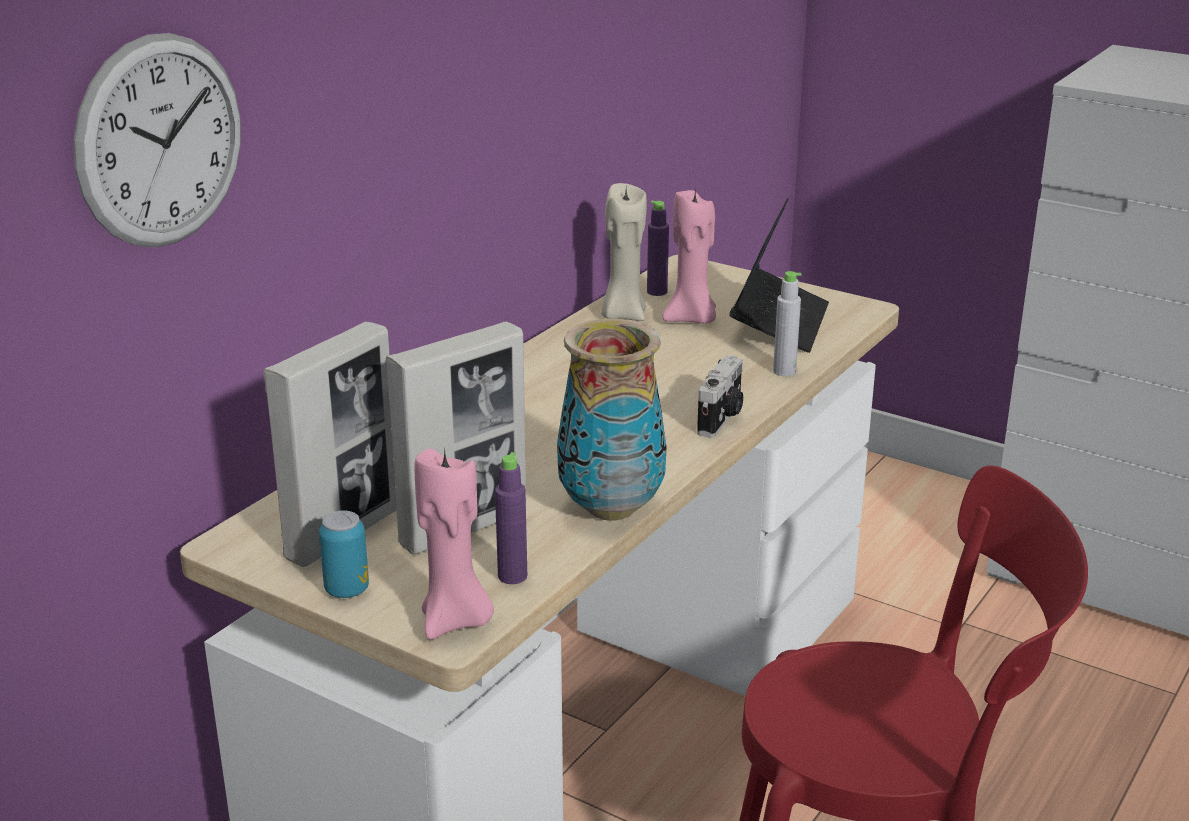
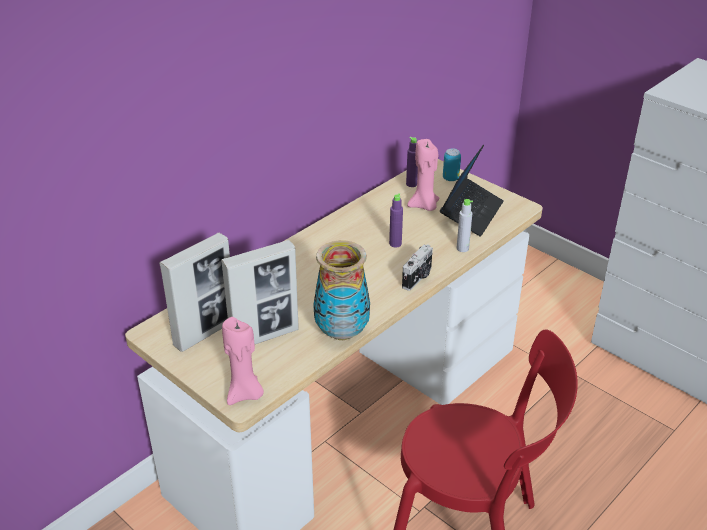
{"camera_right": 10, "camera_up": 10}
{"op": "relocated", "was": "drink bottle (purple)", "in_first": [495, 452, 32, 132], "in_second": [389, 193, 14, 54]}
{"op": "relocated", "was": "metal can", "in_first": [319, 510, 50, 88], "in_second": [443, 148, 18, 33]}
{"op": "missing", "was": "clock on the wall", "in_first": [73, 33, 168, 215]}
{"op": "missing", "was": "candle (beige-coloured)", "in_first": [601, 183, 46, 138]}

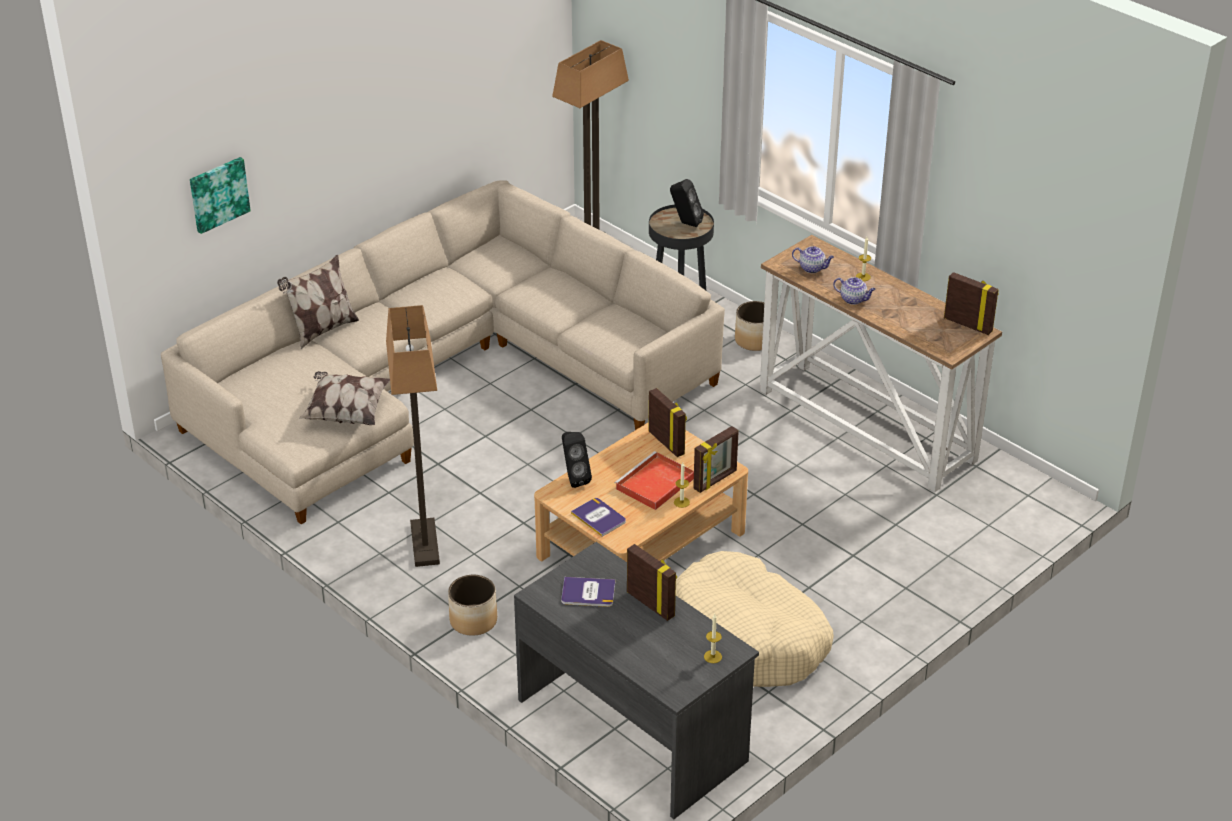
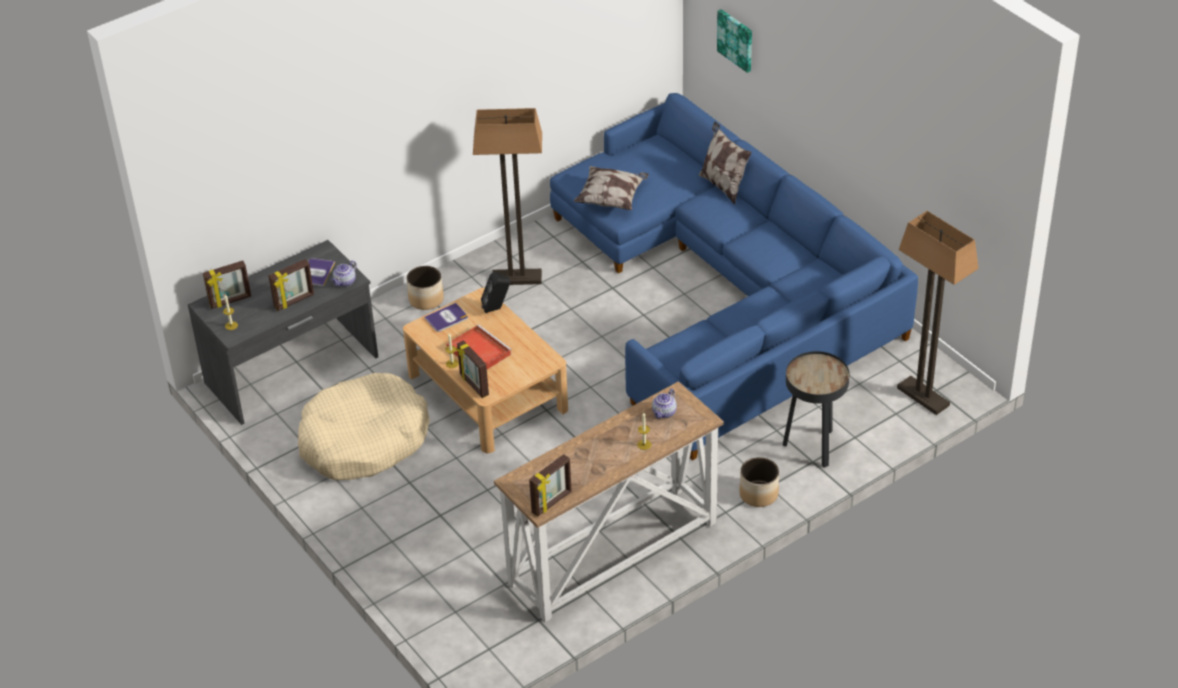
{"camera_right": 100, "camera_up": 5}
{"op": "relocated", "was": "photo frame", "in_first": [648, 388, 39, 69], "in_second": [203, 261, 48, 48]}
{"op": "relocated", "was": "pot for tea", "in_first": [833, 277, 43, 28], "in_second": [331, 260, 26, 27]}
{"op": "colour", "was": "settee (beige-coloured)", "now": "settee (blue-coloured)", "in_first": [161, 180, 564, 344], "in_second": [550, 93, 368, 367]}
{"op": "missing", "was": "speaker (blackish)", "in_first": [670, 179, 34, 48]}

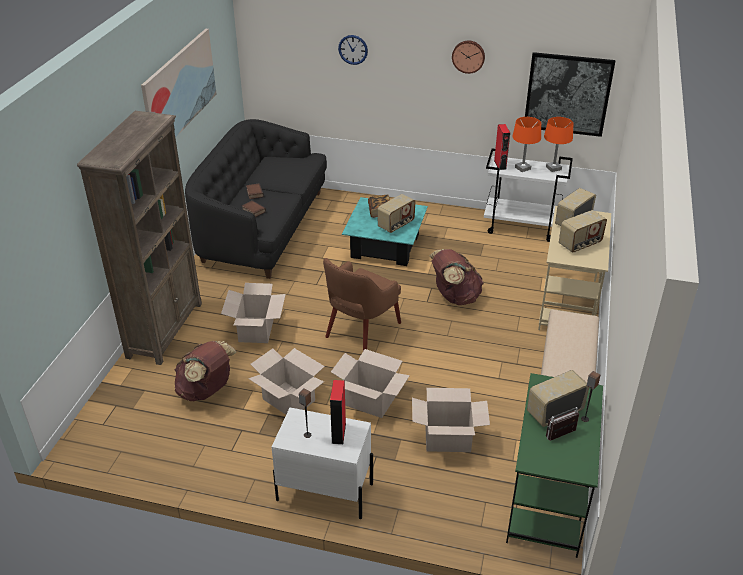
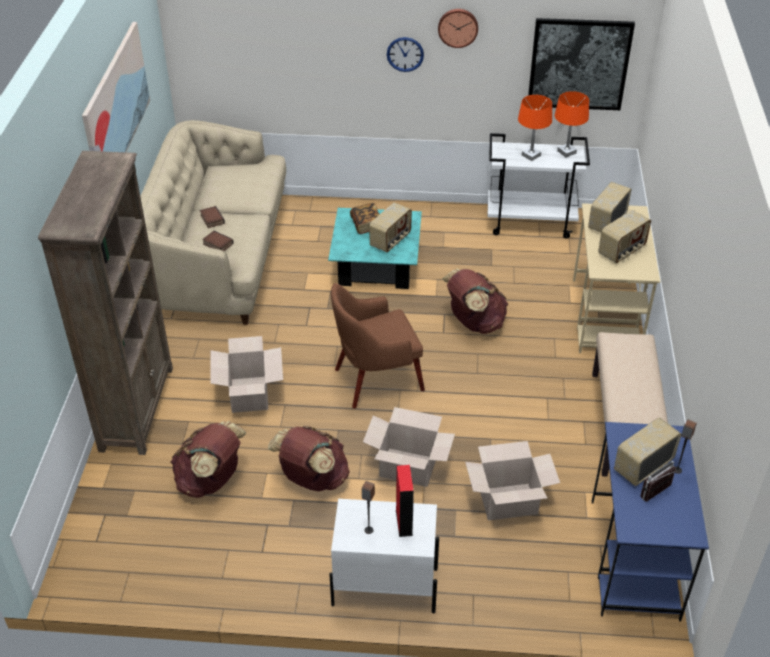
{"camera_right": -10, "camera_up": 5}
{"op": "colour", "was": "settee (blackish)", "now": "settee (beige-coloured)", "in_first": [185, 119, 142, 160], "in_second": [140, 120, 146, 205]}
{"op": "exchanged", "was": "packing box", "now": "backpack (brown-coloured)", "in_first": [248, 348, 77, 66], "in_second": [268, 426, 82, 65]}
{"op": "spun", "was": "lounge chair (brown-coloured)", "in_first": [323, 258, 78, 93], "in_second": [331, 283, 94, 125], "clockwise": 45}
{"op": "relocated", "was": "clock on the wall", "in_first": [338, 35, 30, 30], "in_second": [387, 37, 37, 35]}
{"op": "colour", "was": "desk table (green-coloured)", "now": "desk table (blue-coloured)", "in_first": [506, 373, 97, 185], "in_second": [592, 422, 117, 200]}
{"op": "missing", "was": "speaker (reddish)", "in_first": [494, 124, 16, 46]}

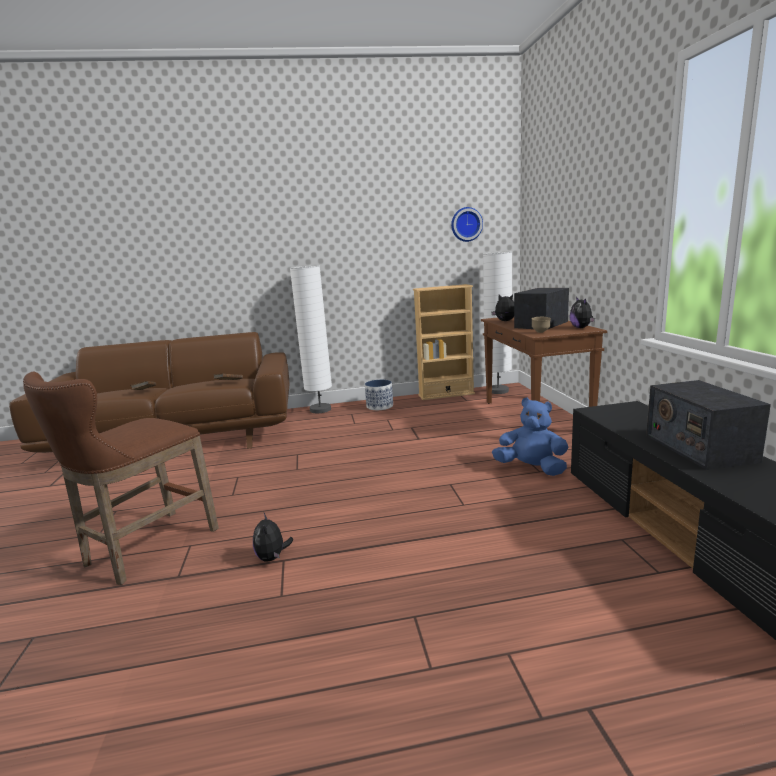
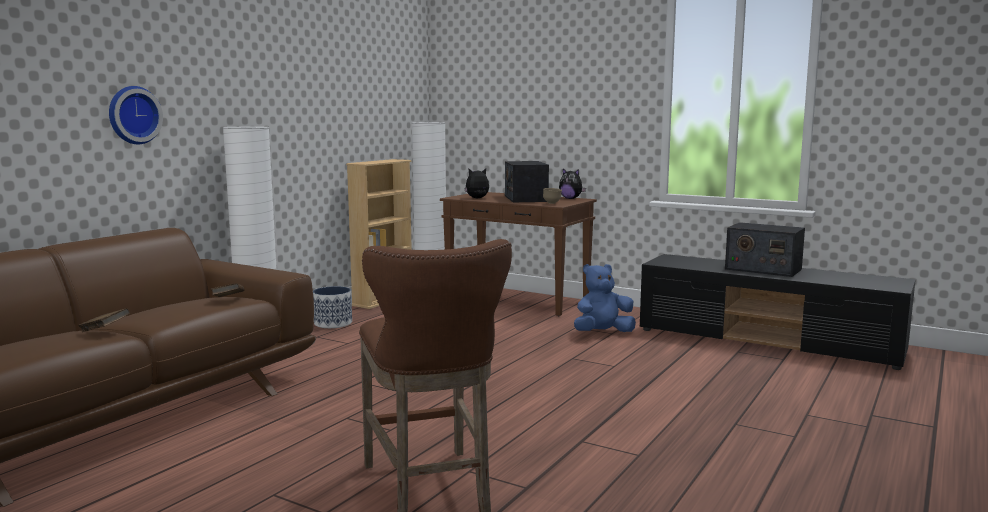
{"camera_right": -50, "camera_up": -5}
{"op": "relocated", "was": "clock on the wall", "in_first": [451, 207, 32, 35], "in_second": [109, 86, 54, 58]}
{"op": "missing", "was": "soft toy", "in_first": [253, 513, 40, 48]}

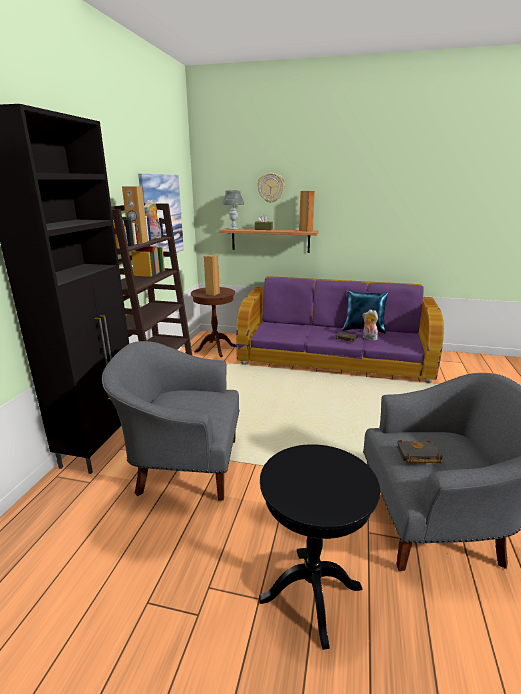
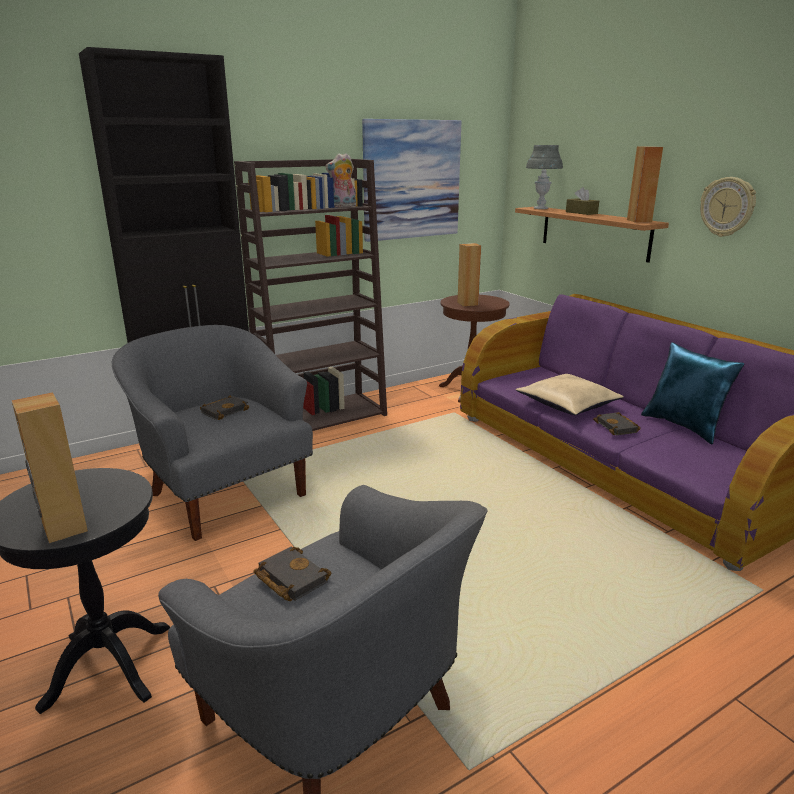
{"camera_right": 45, "camera_up": 0}
{"op": "relocated", "was": "speaker (brown-coloured)", "in_first": [122, 186, 26, 57], "in_second": [12, 392, 76, 151]}
{"op": "appeared", "now": "volume (blackish)", "in_second": [200, 395, 49, 25]}
{"op": "appeared", "now": "cushion (beige-coloured)", "in_second": [516, 374, 108, 41]}
{"op": "relocated", "was": "clock on the wall", "in_first": [257, 173, 28, 30], "in_second": [700, 177, 56, 60]}
{"op": "missing", "was": "soft toy", "in_first": [363, 309, 15, 32]}

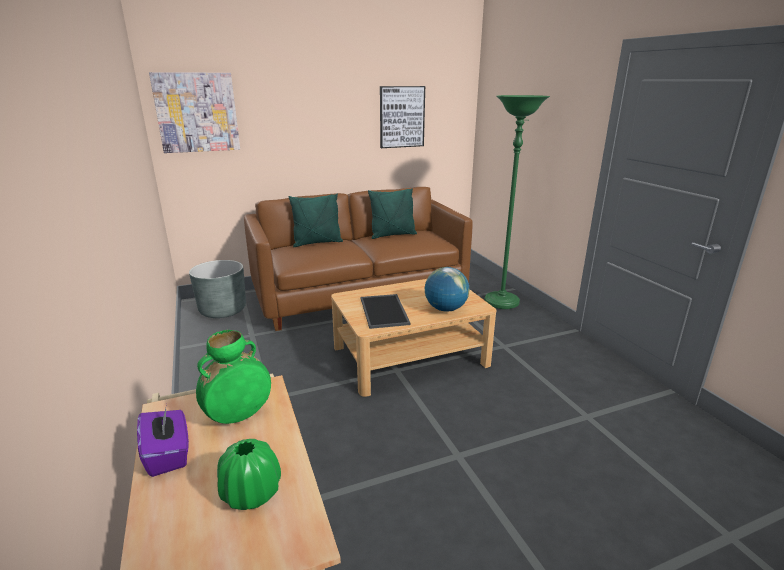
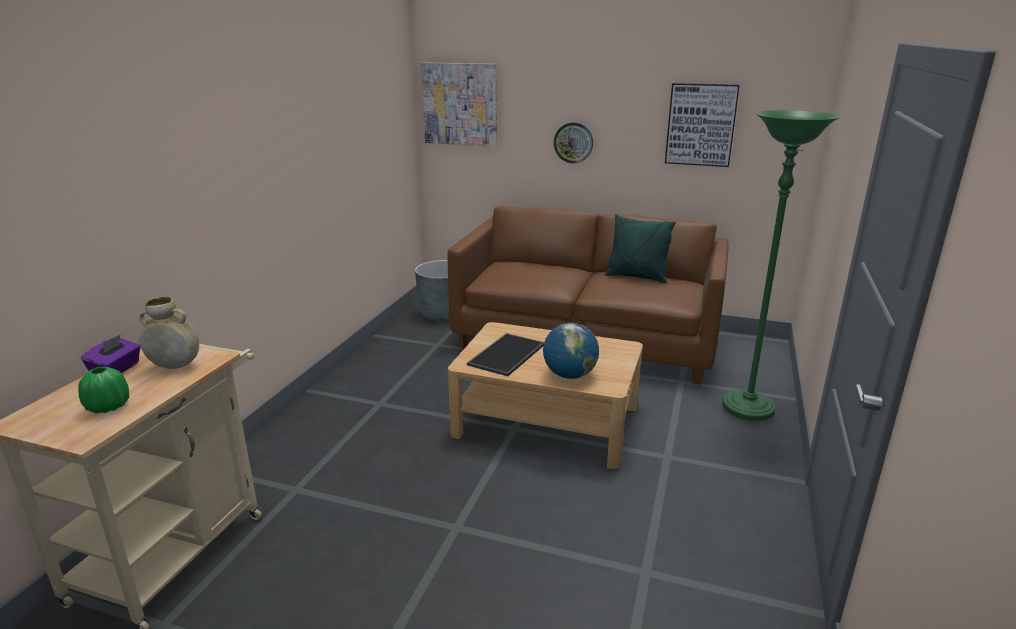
{"camera_right": 40, "camera_up": 0}
{"op": "colour", "was": "decorative vase (green-coloured)", "now": "decorative vase (beige-coloured)", "in_first": [196, 330, 75, 94], "in_second": [139, 296, 60, 73]}
{"op": "appeared", "now": "clock on the wall", "in_second": [554, 122, 39, 41]}
{"op": "missing", "was": "cushion (green-coloured)", "in_first": [289, 194, 54, 53]}

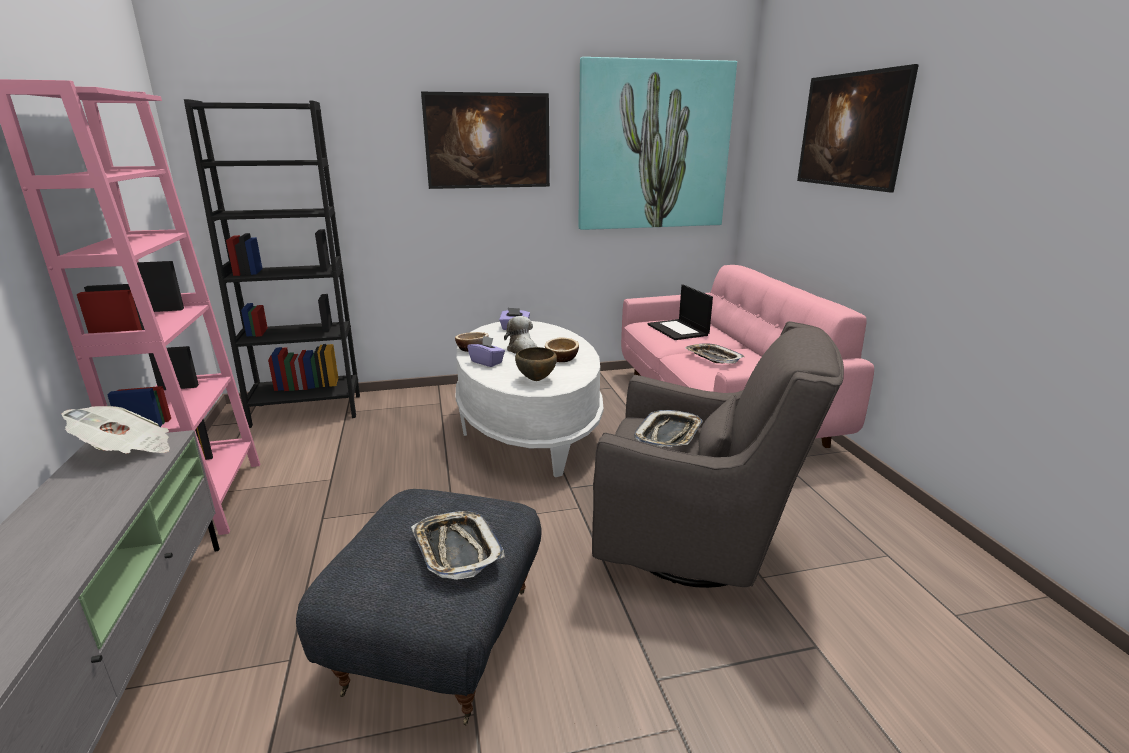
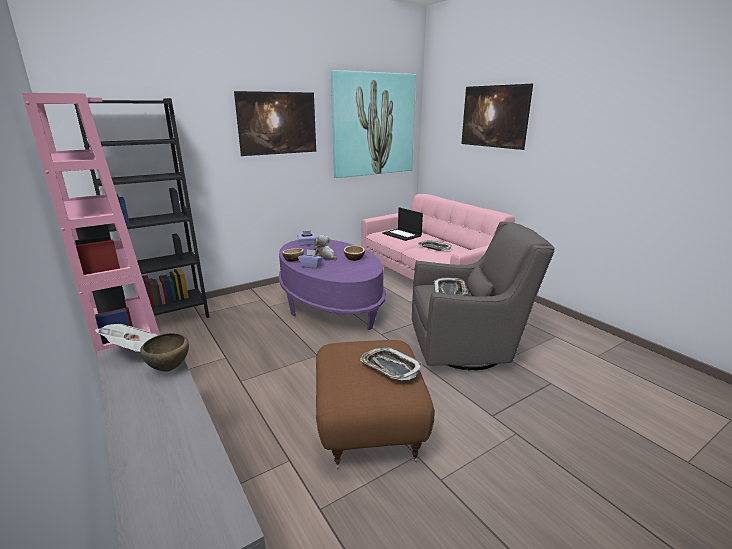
{"camera_right": -20, "camera_up": 0}
{"op": "relocated", "was": "deep dish (brown-coloured)", "in_first": [515, 347, 42, 34], "in_second": [140, 333, 49, 38]}
{"op": "colour", "was": "coffee table (whitish)", "now": "coffee table (purple)", "in_first": [456, 321, 148, 156], "in_second": [279, 240, 107, 90]}
{"op": "colour", "was": "ottoman (greyish)", "now": "ottoman (brown-coloured)", "in_first": [296, 489, 246, 236], "in_second": [316, 340, 119, 129]}

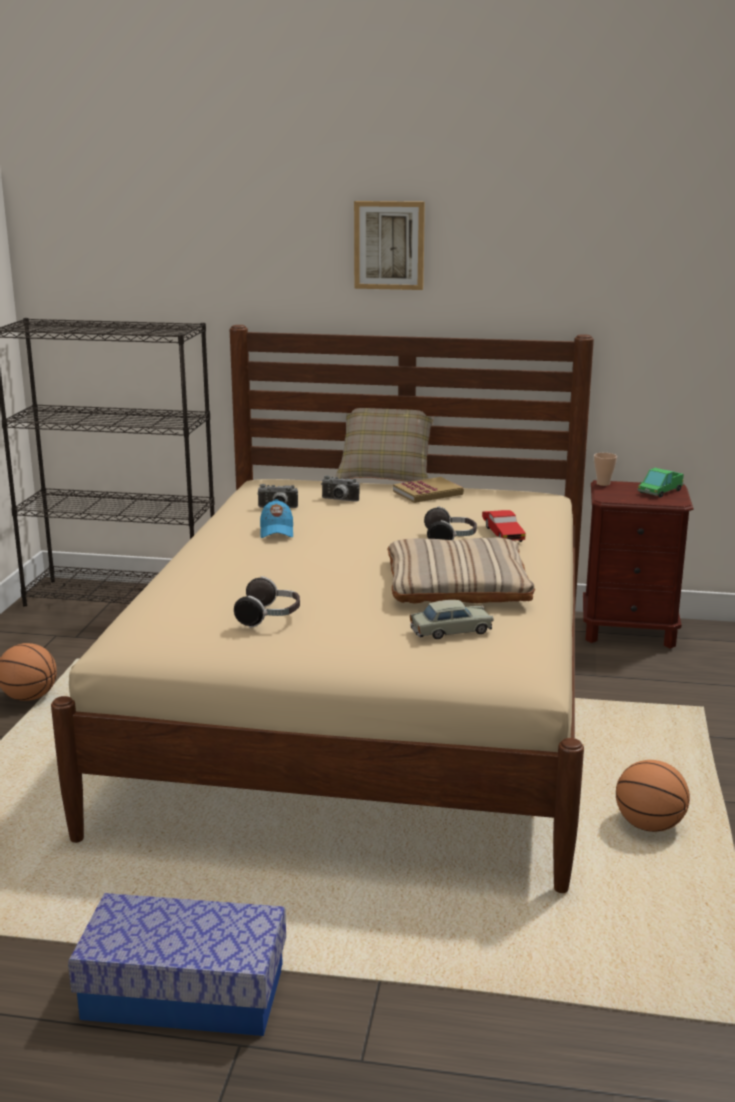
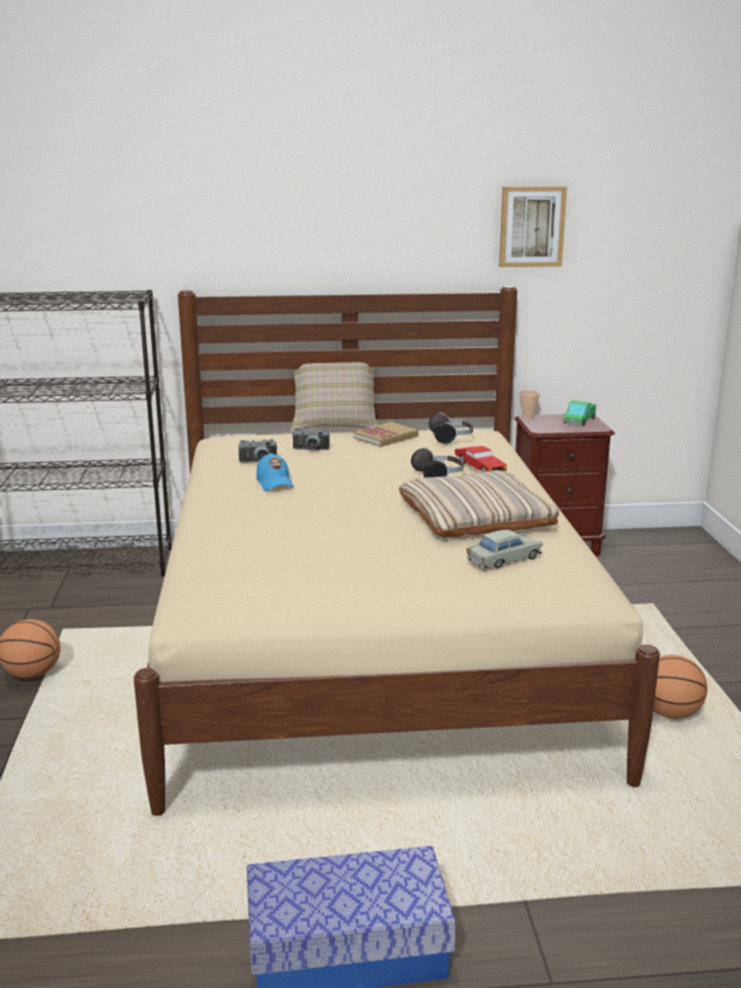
{"camera_right": -15, "camera_up": 0}
{"op": "relocated", "was": "headset", "in_first": [234, 576, 66, 52], "in_second": [429, 412, 44, 33]}
{"op": "relocated", "was": "picture", "in_first": [354, 201, 71, 89], "in_second": [499, 186, 68, 81]}

